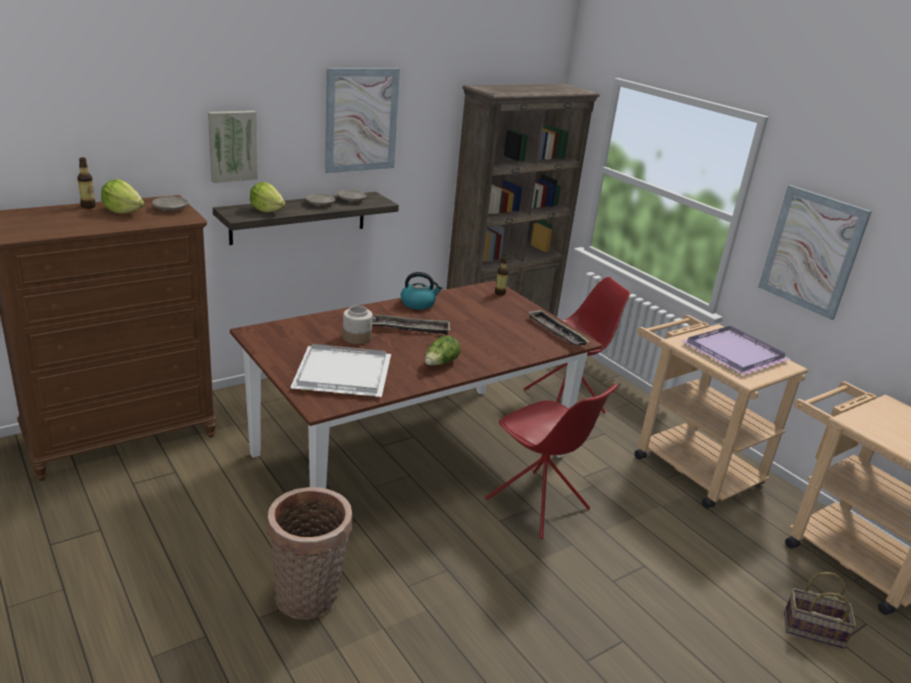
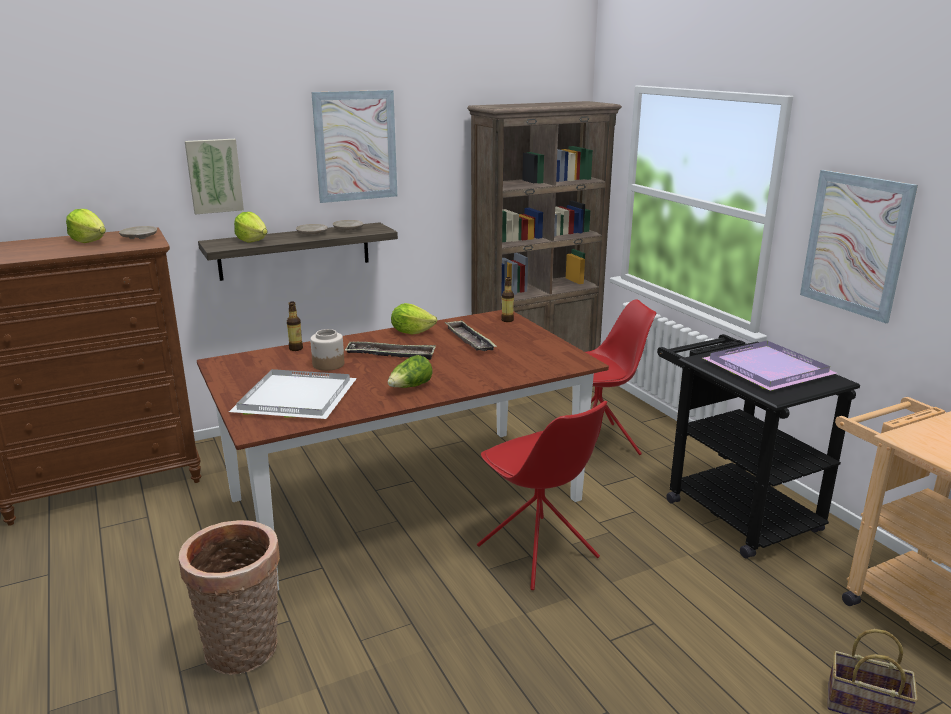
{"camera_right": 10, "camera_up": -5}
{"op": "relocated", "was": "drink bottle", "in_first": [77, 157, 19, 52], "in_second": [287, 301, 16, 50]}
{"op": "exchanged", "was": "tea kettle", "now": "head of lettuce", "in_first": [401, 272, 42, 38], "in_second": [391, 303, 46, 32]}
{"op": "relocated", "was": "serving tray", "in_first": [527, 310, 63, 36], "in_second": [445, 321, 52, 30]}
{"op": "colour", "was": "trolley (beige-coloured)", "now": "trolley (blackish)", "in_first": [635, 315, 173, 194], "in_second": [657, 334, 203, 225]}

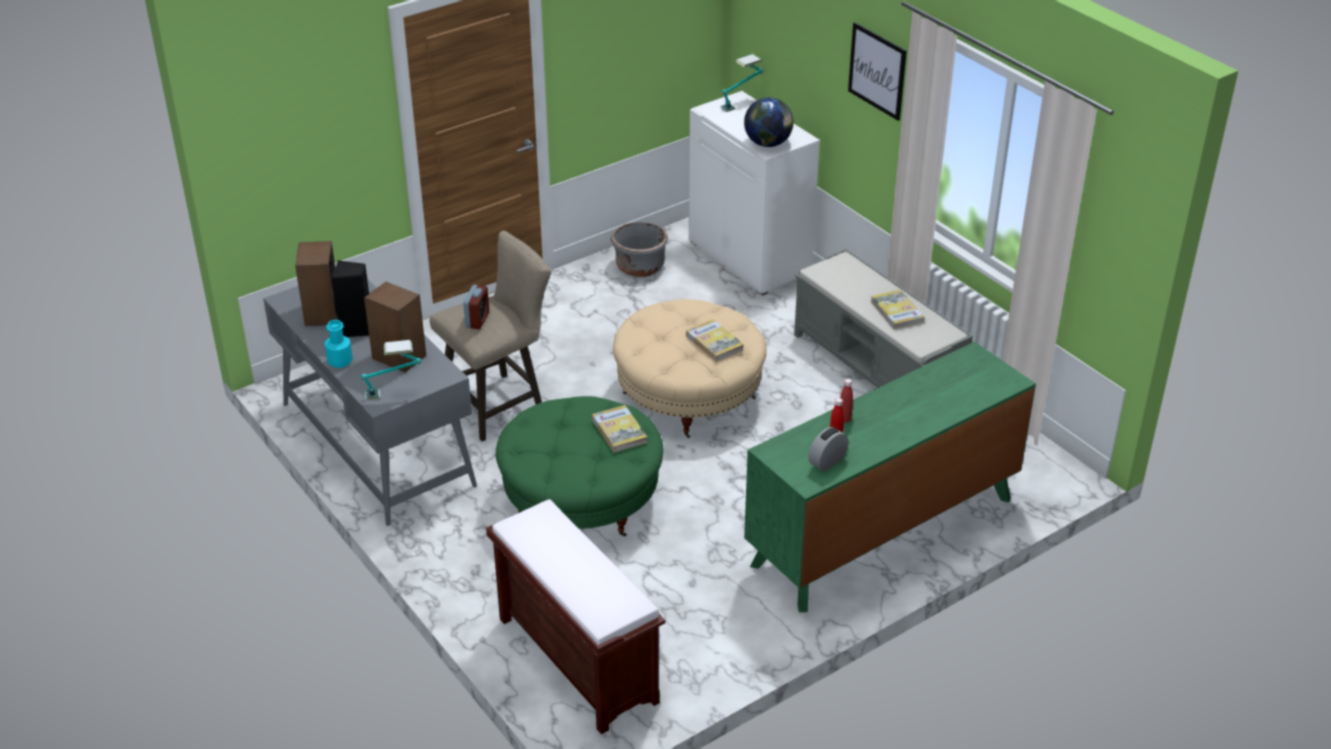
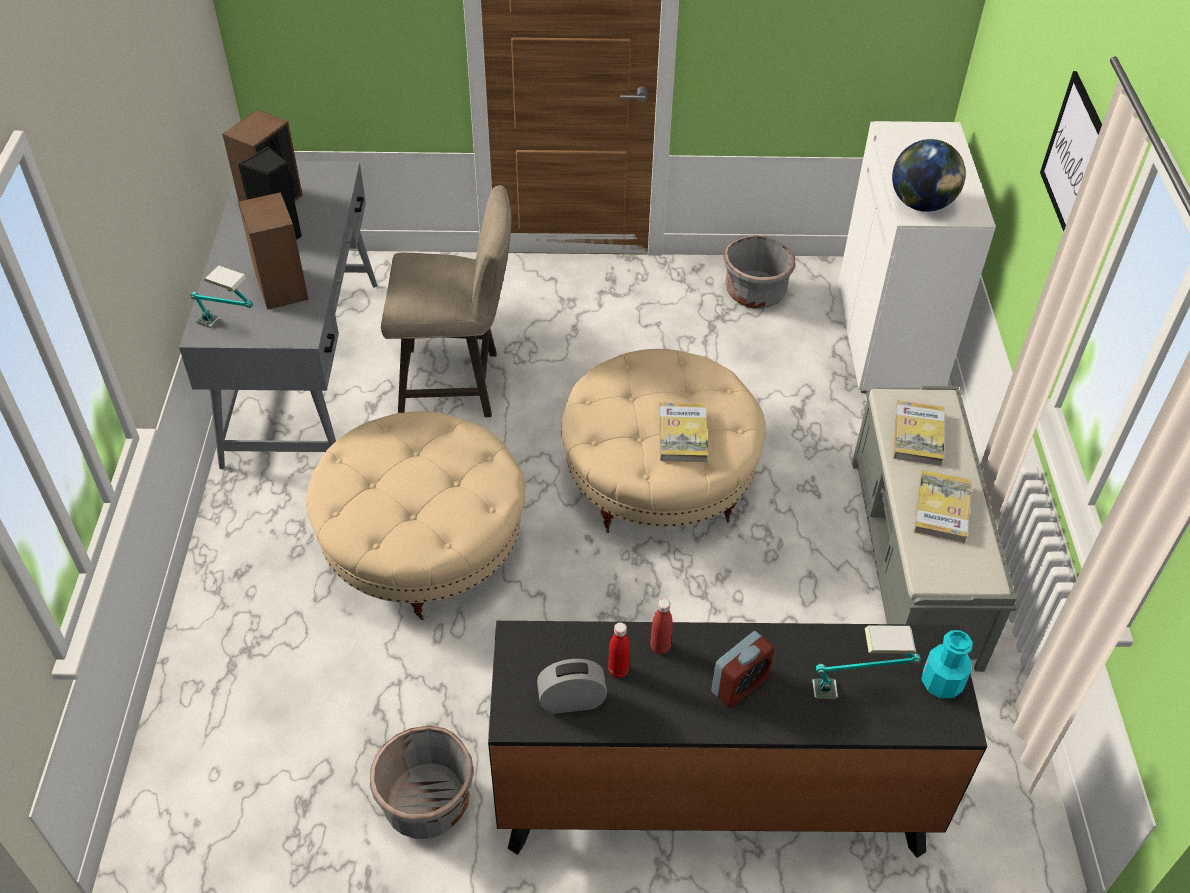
{"camera_right": 35, "camera_up": 10}
{"op": "colour", "was": "ottoman (green-coloured)", "now": "ottoman (beige-coloured)", "in_first": [496, 396, 167, 141], "in_second": [306, 411, 219, 209]}
{"op": "appeared", "now": "flower pot (greyish)", "in_second": [370, 726, 104, 113]}
{"op": "colour", "was": "drawer chest (green-coloured)", "now": "drawer chest (blackish)", "in_first": [744, 342, 292, 270], "in_second": [488, 621, 499, 237]}
{"op": "relocated", "was": "alarm clock", "in_first": [463, 285, 26, 44], "in_second": [711, 631, 64, 77]}
{"op": "relocated", "was": "lamp for a table", "in_first": [720, 54, 43, 58], "in_second": [812, 625, 109, 74]}
{"op": "relocated", "was": "volume", "in_first": [592, 405, 56, 48], "in_second": [893, 400, 52, 66]}
{"op": "relocated", "was": "drink bottle (turquoise-coloured)", "in_first": [325, 320, 28, 48], "in_second": [921, 630, 52, 68]}
{"op": "missing", "was": "long seat (brown-coloured)", "in_first": [486, 499, 180, 236]}

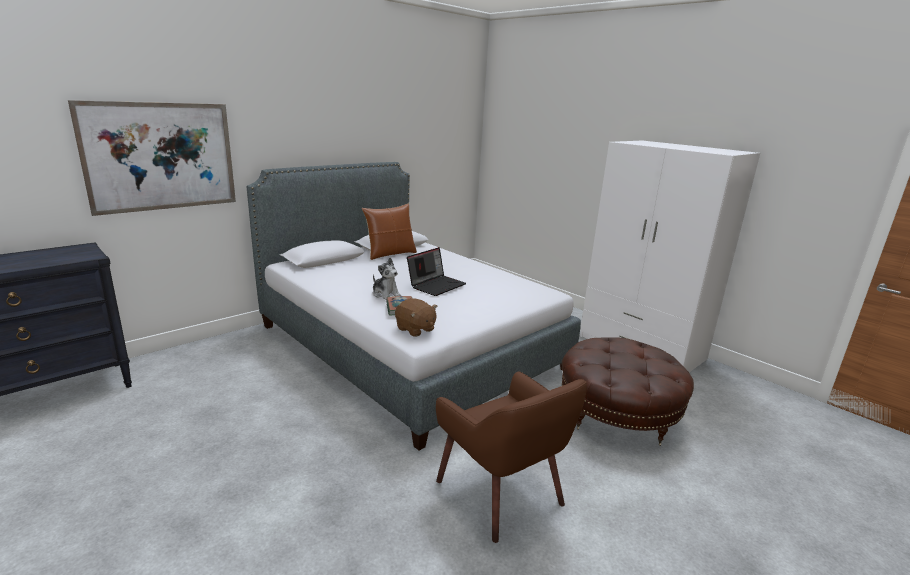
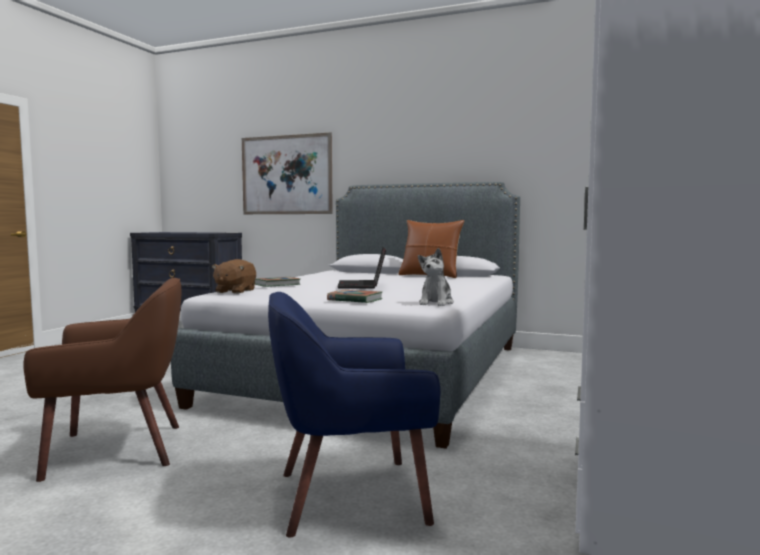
{"camera_right": 65, "camera_up": -15}
{"op": "spun", "was": "lounge chair (brown-coloured)", "in_first": [436, 372, 151, 171], "in_second": [23, 278, 158, 204], "clockwise": -135}
{"op": "exchanged", "was": "ottoman (brown-coloured)", "now": "lounge chair (blue-coloured)", "in_first": [562, 337, 132, 109], "in_second": [268, 292, 172, 246]}
{"op": "appeared", "now": "volume", "in_second": [327, 290, 55, 13]}
{"op": "spun", "was": "notebook computer", "in_first": [407, 247, 59, 49], "in_second": [337, 247, 49, 42], "clockwise": 75}
{"op": "relocated", "was": "soft toy", "in_first": [373, 258, 28, 41], "in_second": [418, 248, 36, 58]}

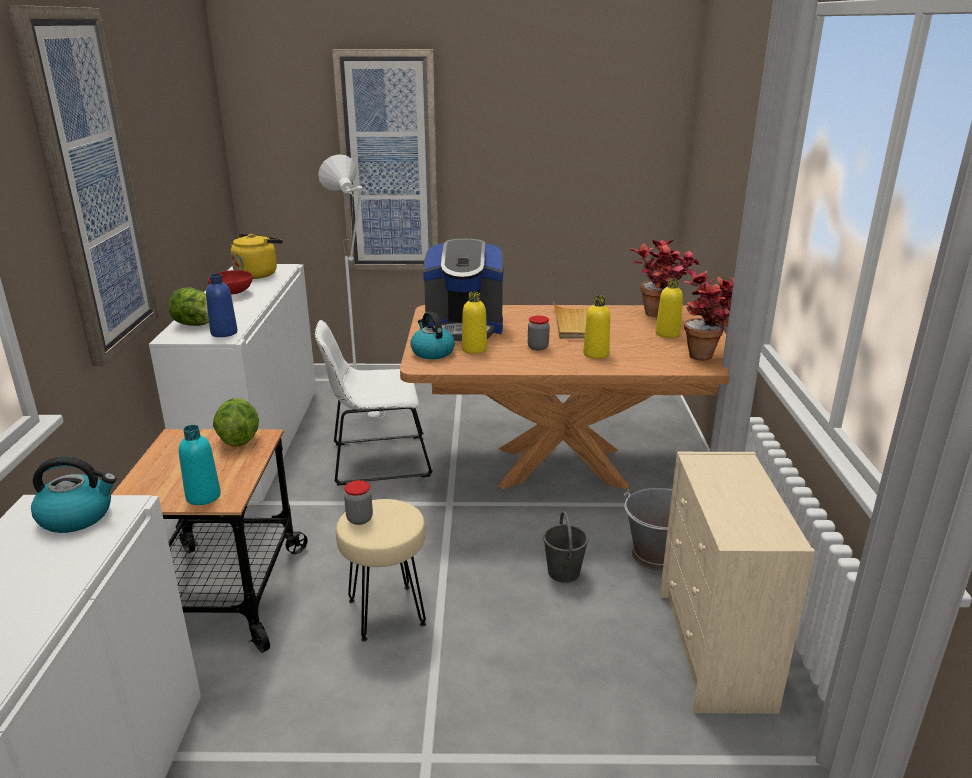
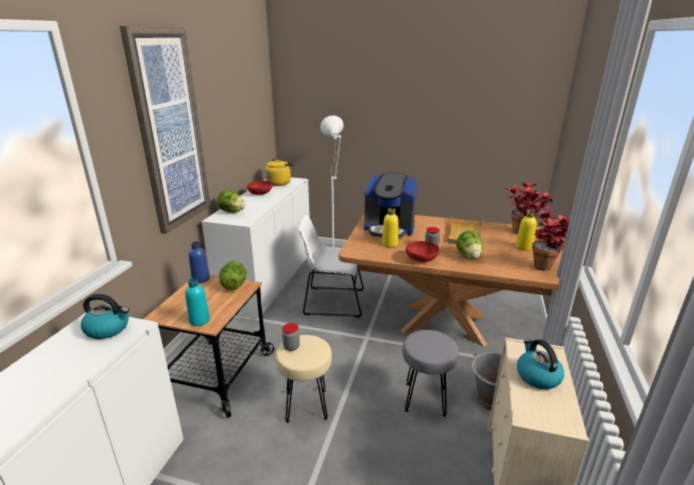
{"camera_right": 15, "camera_up": 0}
{"op": "relocated", "was": "drink bottle (blue-coloured)", "in_first": [206, 274, 31, 63], "in_second": [189, 242, 21, 41]}
{"op": "exchanged", "was": "water bucket (greyish)", "now": "sitting stool (greyish)", "in_first": [543, 511, 45, 72], "in_second": [403, 330, 56, 87]}
{"op": "appeared", "now": "deep dish (reddish)", "in_second": [406, 241, 34, 21]}
{"op": "exchanged", "was": "drink bottle (yellowish)", "now": "head of lettuce", "in_first": [583, 296, 27, 63], "in_second": [456, 231, 27, 28]}
{"op": "relocated", "was": "tea kettle", "in_first": [411, 312, 44, 47], "in_second": [517, 339, 47, 50]}
{"op": "missing", "was": "picture", "in_first": [332, 49, 107, 221]}

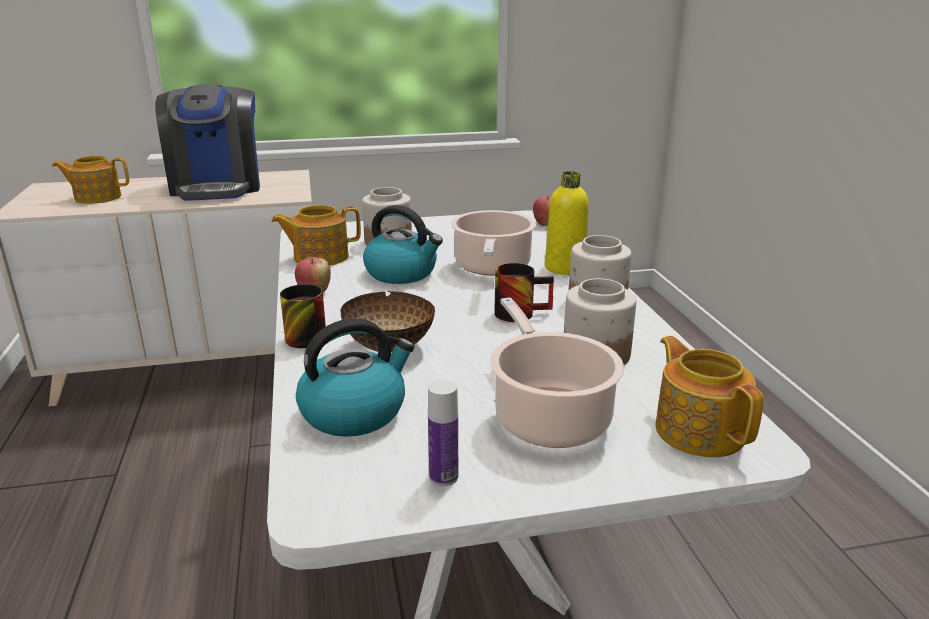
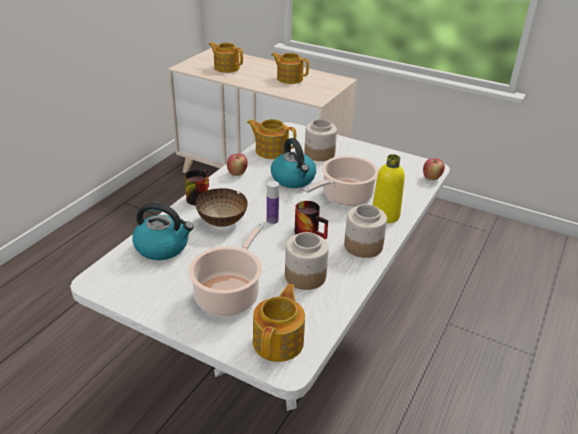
{"camera_right": 40, "camera_up": 10}
{"op": "relocated", "was": "drink bottle", "in_first": [428, 379, 30, 107], "in_second": [267, 181, 12, 43]}
{"op": "exchanged", "was": "coffee maker", "now": "pot for tea", "in_first": [155, 84, 105, 117], "in_second": [272, 52, 37, 32]}

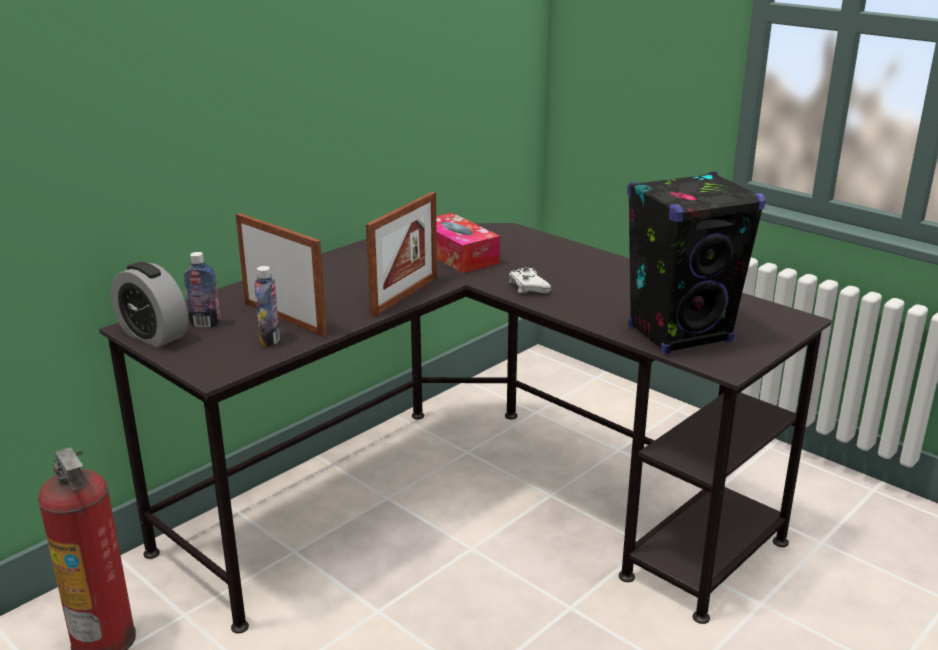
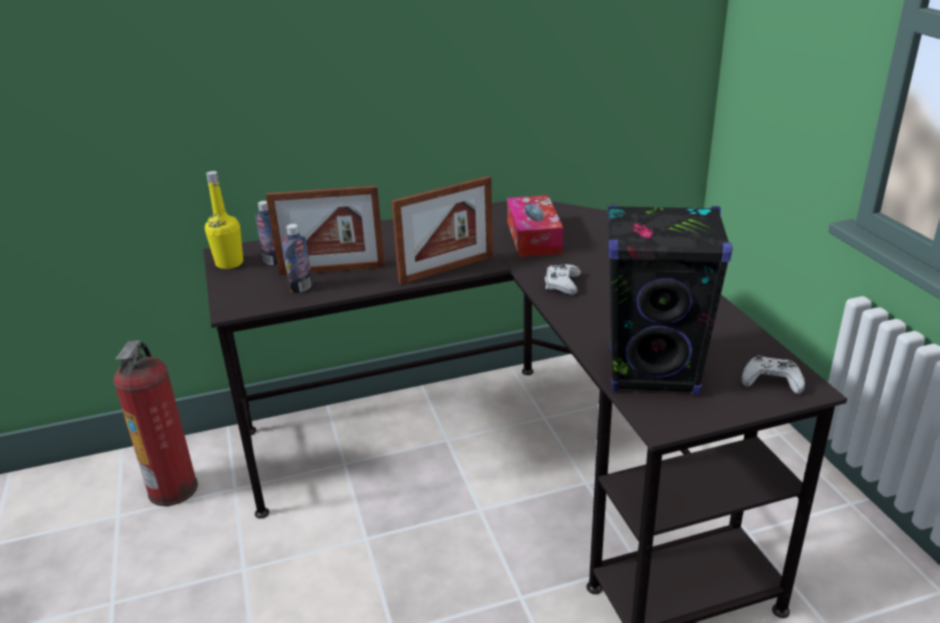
{"camera_right": 30, "camera_up": 5}
{"op": "exchanged", "was": "alarm clock", "now": "drink bottle (yellowish)", "in_first": [111, 262, 77, 85], "in_second": [205, 171, 38, 98]}
{"op": "spun", "was": "photo frame", "in_first": [236, 213, 91, 124], "in_second": [266, 185, 119, 90], "clockwise": 105}
{"op": "appeared", "now": "gamepad (whitish)", "in_second": [742, 355, 63, 39]}

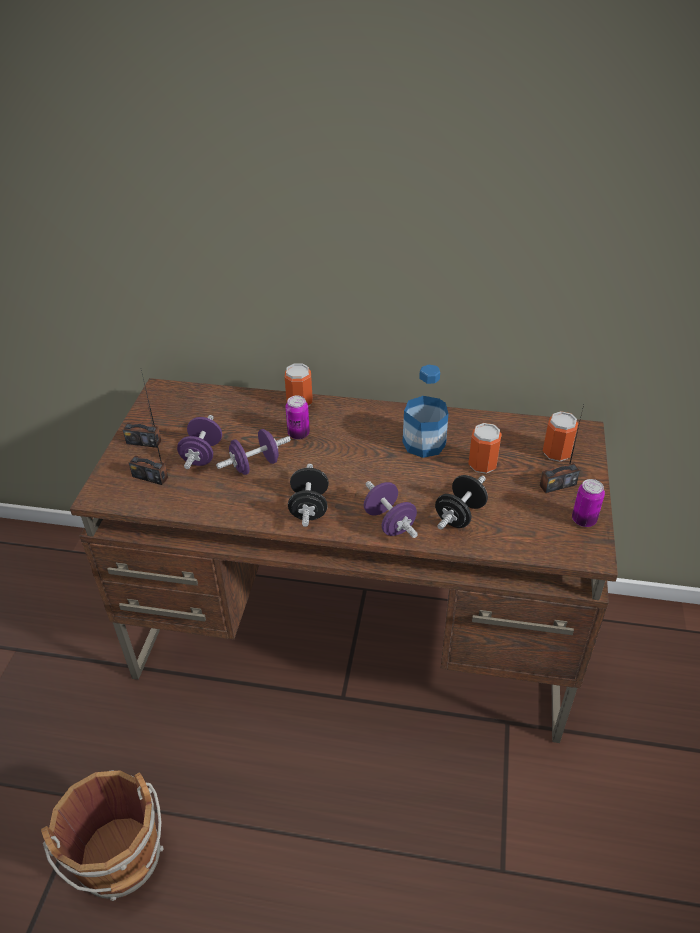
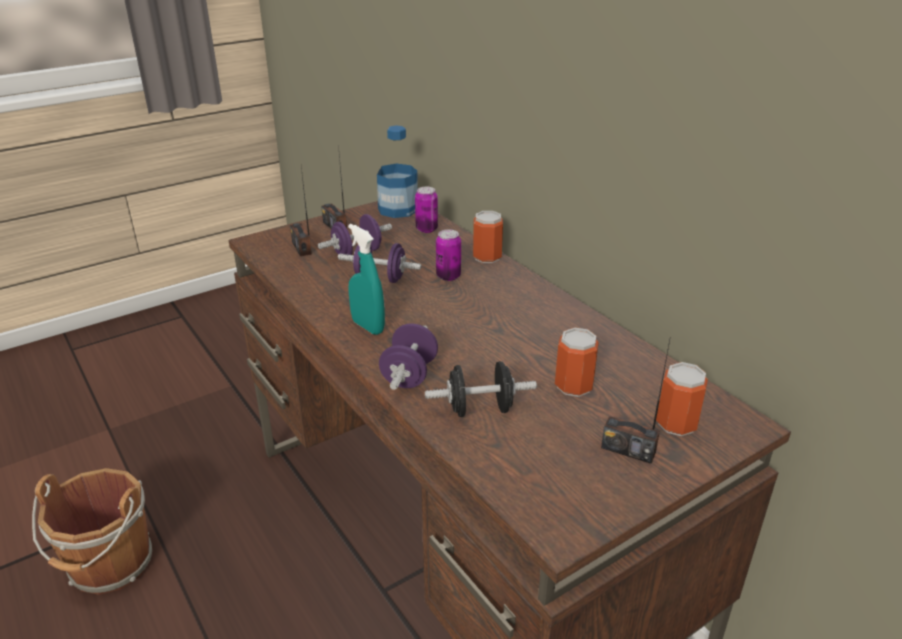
{"camera_right": 45, "camera_up": -10}
{"op": "exchanged", "was": "dumbbell (blackish)", "now": "sprayer (turquoise-coloured)", "in_first": [288, 464, 41, 63], "in_second": [348, 224, 37, 111]}
{"op": "relocated", "was": "drink bottle", "in_first": [403, 365, 45, 93], "in_second": [377, 125, 41, 93]}
{"op": "relocated", "was": "metal can", "in_first": [572, 479, 33, 48], "in_second": [415, 187, 23, 46]}

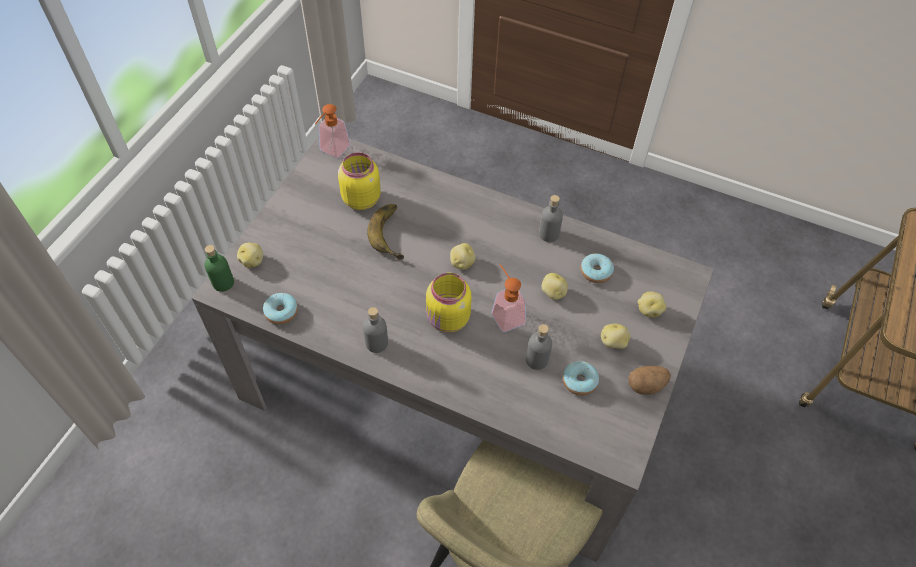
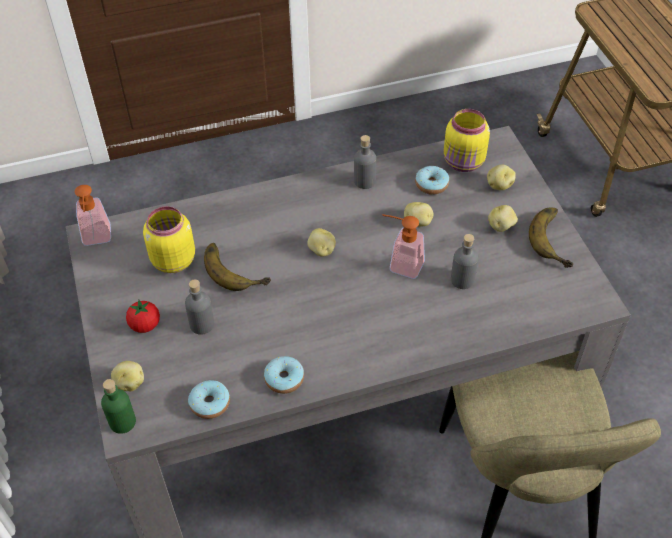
{"camera_right": -40, "camera_up": -5}
{"op": "appeared", "now": "tomato", "in_second": [126, 300, 34, 33]}
{"op": "relocated", "was": "drink bottle (greyish)", "in_first": [363, 307, 25, 46], "in_second": [185, 279, 29, 56]}
{"op": "relocated", "was": "doughnut", "in_first": [563, 361, 36, 35], "in_second": [264, 356, 40, 38]}
{"op": "relocated", "was": "preserve jar (yellowish)", "in_first": [426, 273, 45, 60], "in_second": [444, 109, 46, 63]}
{"op": "exchanged", "was": "spud", "now": "banana", "in_first": [628, 366, 43, 29], "in_second": [529, 207, 44, 61]}

